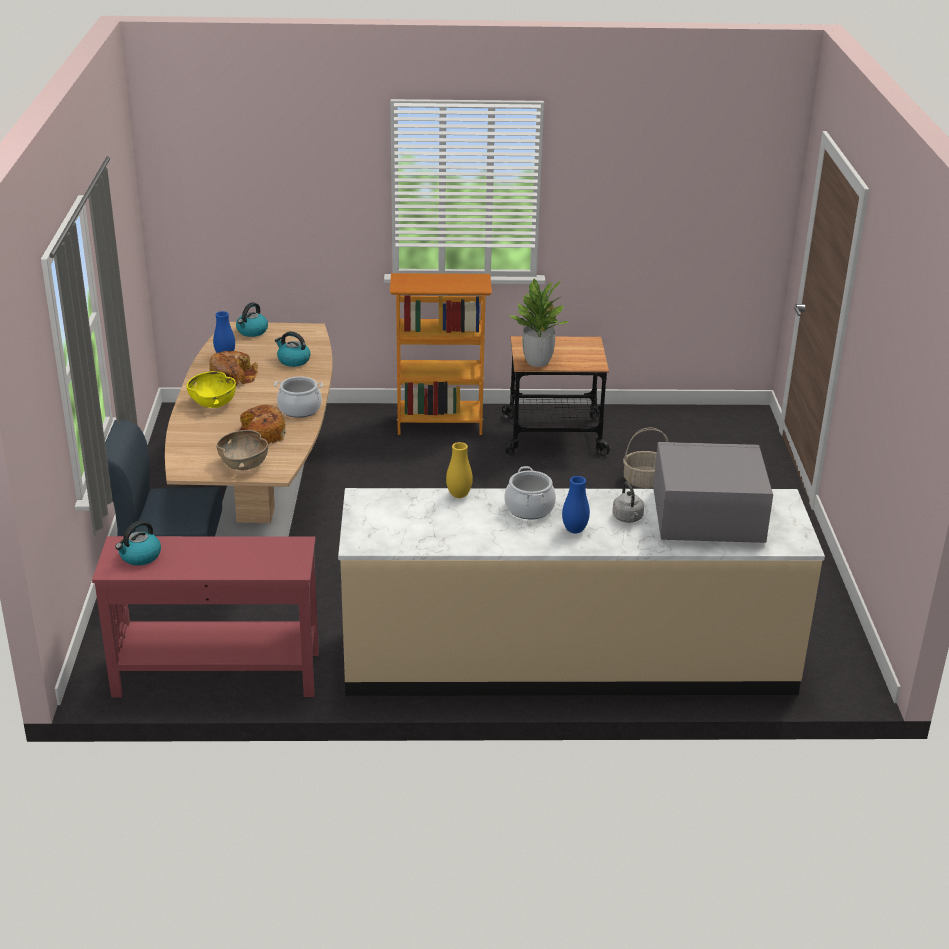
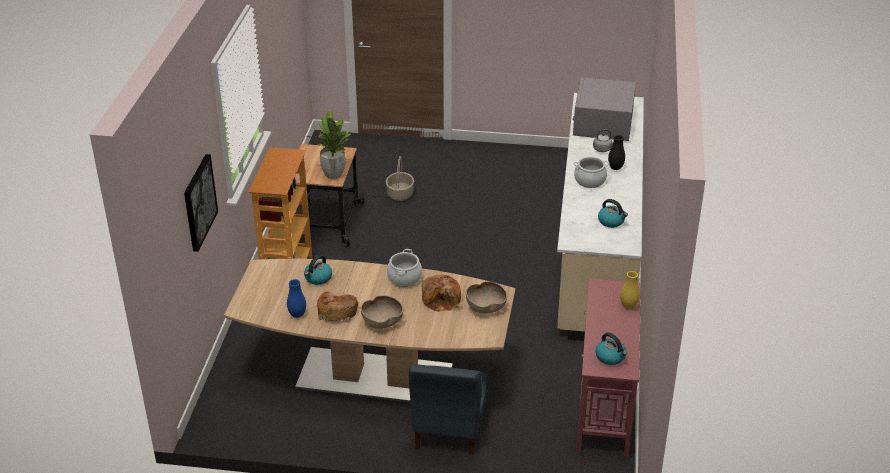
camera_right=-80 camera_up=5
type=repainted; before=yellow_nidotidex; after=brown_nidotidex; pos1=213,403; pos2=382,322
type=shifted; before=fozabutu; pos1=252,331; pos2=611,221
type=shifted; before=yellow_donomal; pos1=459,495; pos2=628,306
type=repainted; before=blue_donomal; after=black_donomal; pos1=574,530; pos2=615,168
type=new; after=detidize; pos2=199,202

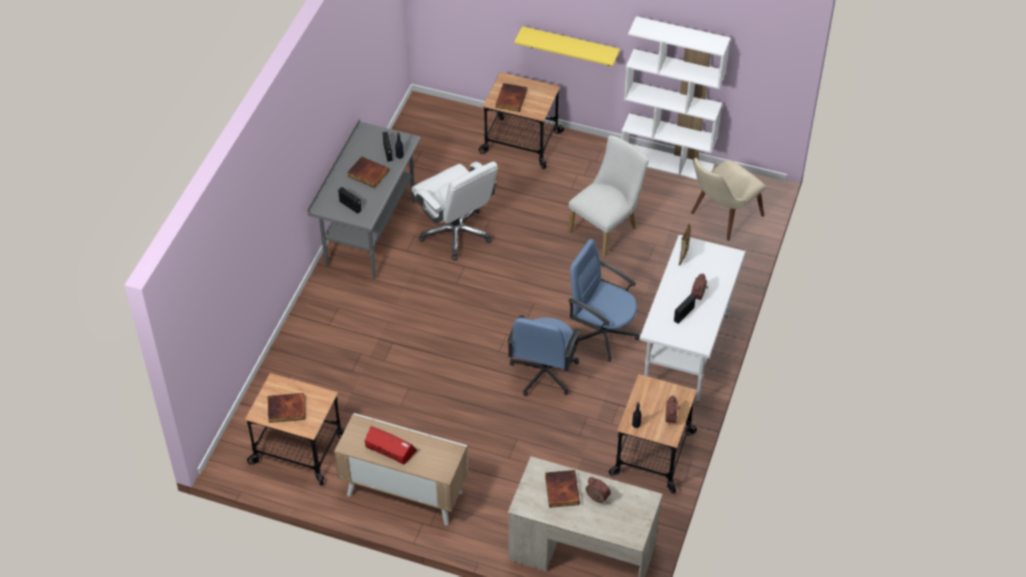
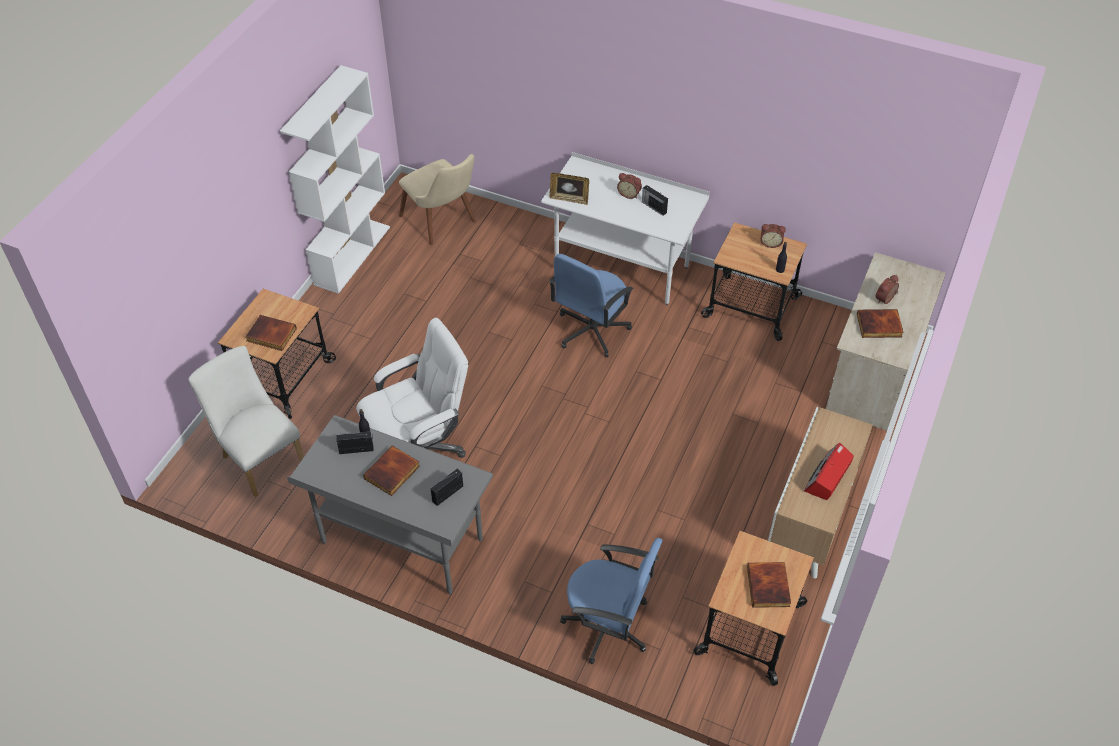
camera_right=-85 camera_up=0
type=shifted; before=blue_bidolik; pos1=543,373; pos2=608,625
type=gone; before=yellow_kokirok; pos1=570,46
type=shifted; before=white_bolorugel; pos1=607,228; pos2=259,457

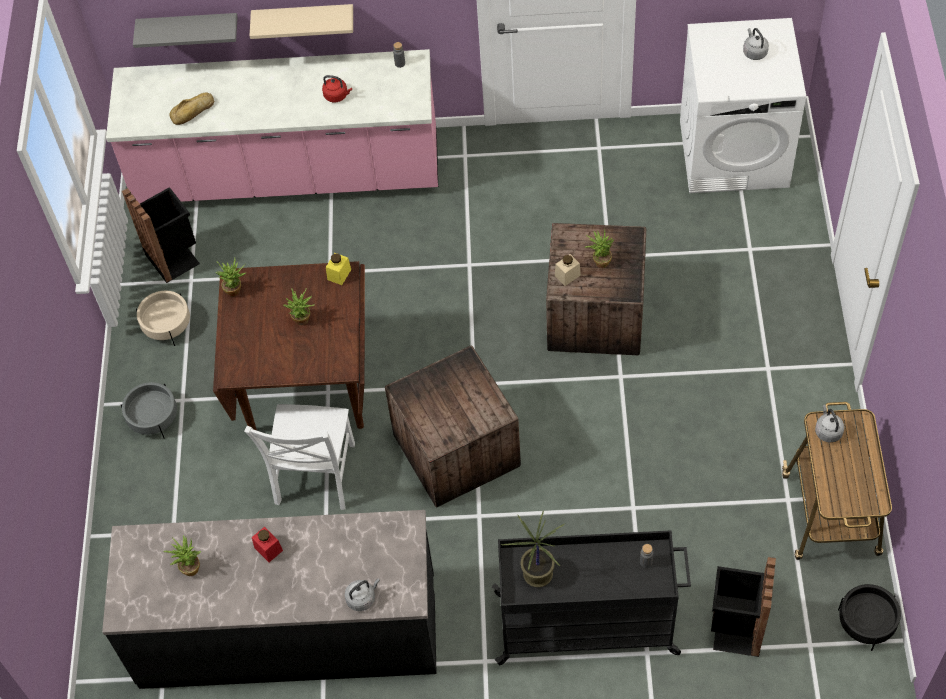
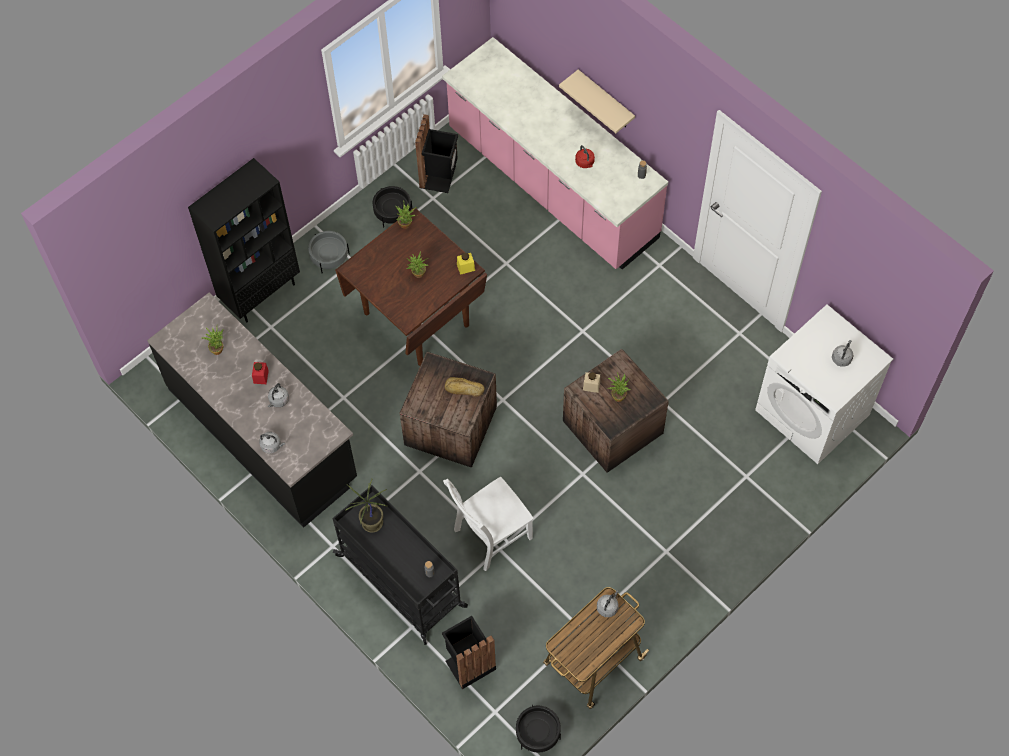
camera_right=45 camera_up=5
type=gone; before=grey_kokirok; pos1=189,28
type=repainted; before=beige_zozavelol; after=black_zozavelol; pos1=167,325; pos2=392,212
type=shifted; before=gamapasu; pos1=193,112; pos2=464,389
type=shifted; before=white_bolorugel; pos1=314,477; pos2=490,536
type=new; after=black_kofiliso; pos2=261,293
type=new; after=grey_fozabutu; pos2=278,401

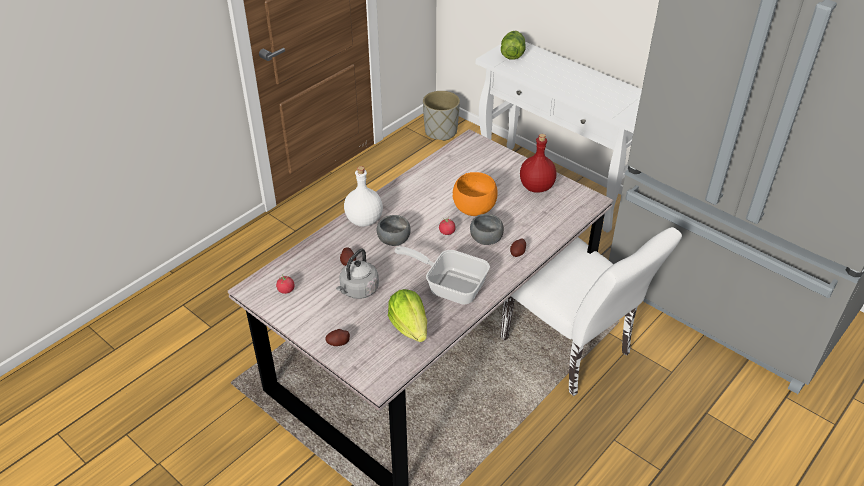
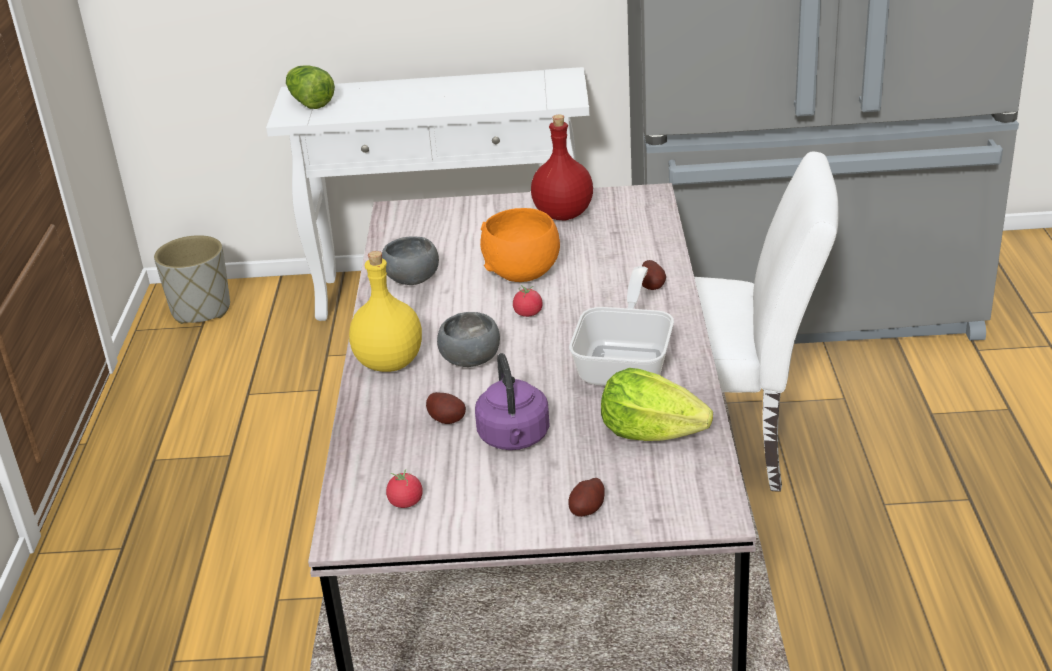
camera_right=-40 camera_up=-10
type=repainted; before=grey_fozabutu; after=purple_fozabutu; pos1=358,290; pos2=514,439
type=repainted; before=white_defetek; after=yellow_defetek; pos1=364,221; pos2=390,363
type=rotated; before=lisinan; pos1=450,286; pos2=627,362; turn=120
type=shifted; before=grey_nidotidex; pos1=485,240; pos2=412,280

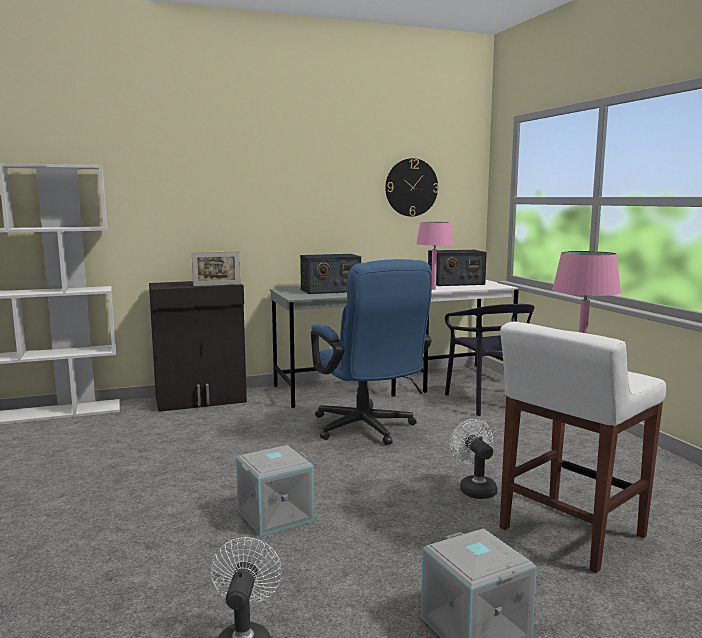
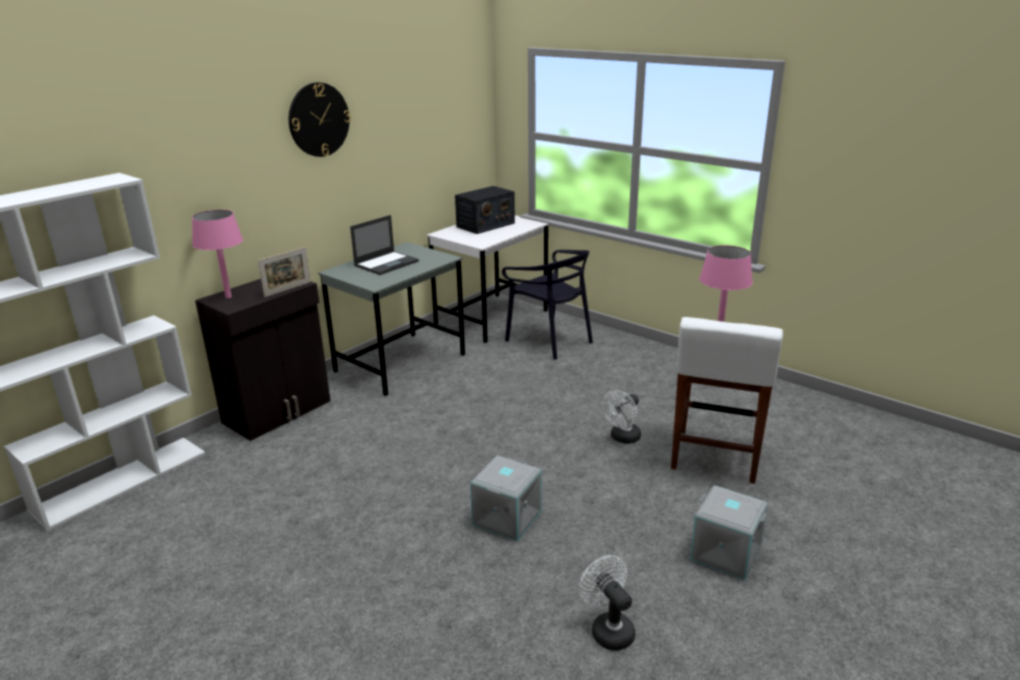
camera_right=-30 camera_up=15
type=swapped; before=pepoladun; after=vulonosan; pos1=330,290; pos2=387,263
type=gone; before=blue_bidolik; pos1=367,430
type=shifted; before=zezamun; pos1=411,187; pos2=318,120
type=shifted; before=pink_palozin; pos1=433,289; pos2=228,297
type=rotated; before=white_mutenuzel; pos1=474,488; pos2=622,438; turn=-90

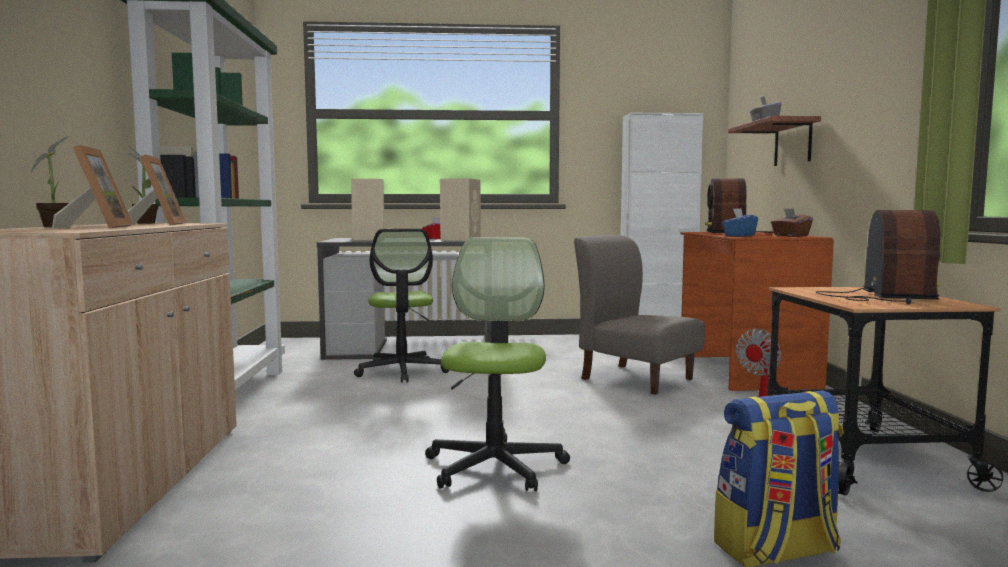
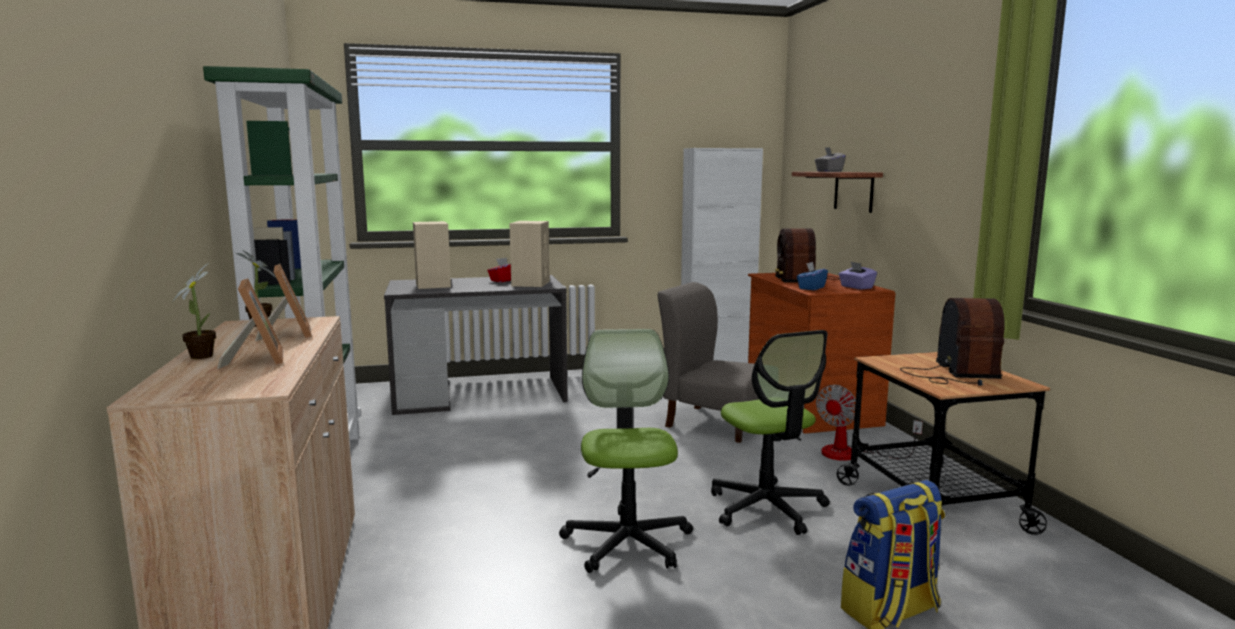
camera_right=-10 camera_up=5
type=shifted; before=bidolik; pos1=402,371; pos2=767,508
type=repainted; before=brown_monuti; after=purple_monuti; pos1=790,236; pos2=856,287

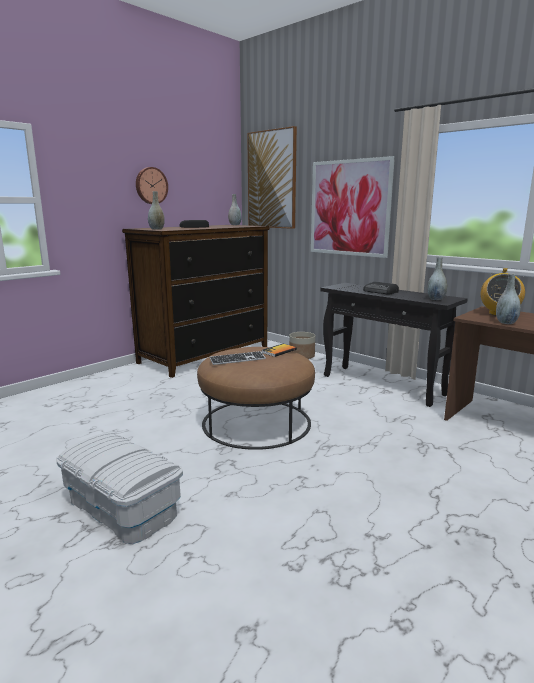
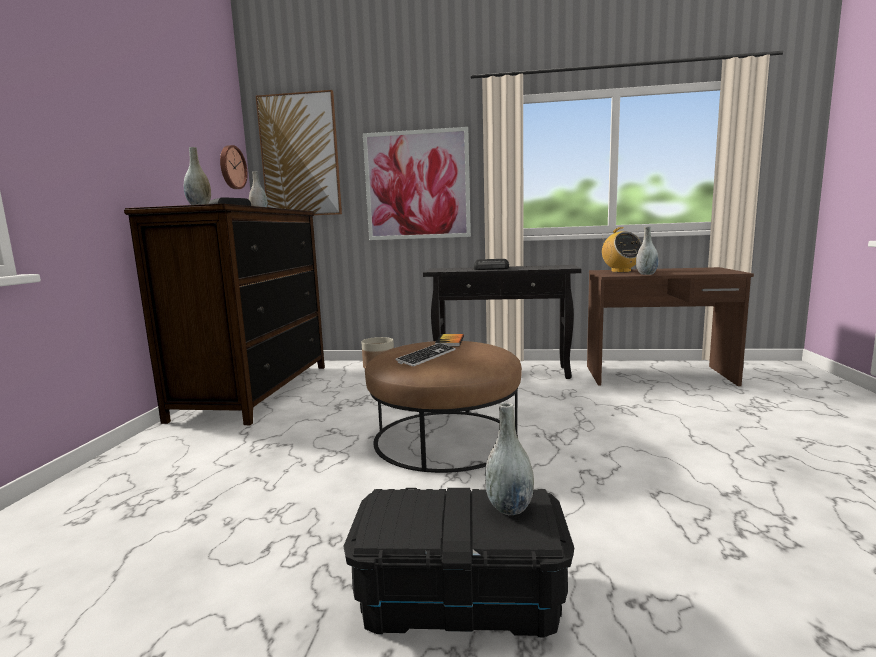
camera_right=-35 camera_up=-5
type=repainted; before=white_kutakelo; after=black_kutakelo; pos1=121,508; pos2=460,598
type=shifted; before=zezamun; pos1=151,185; pos2=231,167
type=shifted; before=grey_donomal; pos1=436,299; pos2=509,508

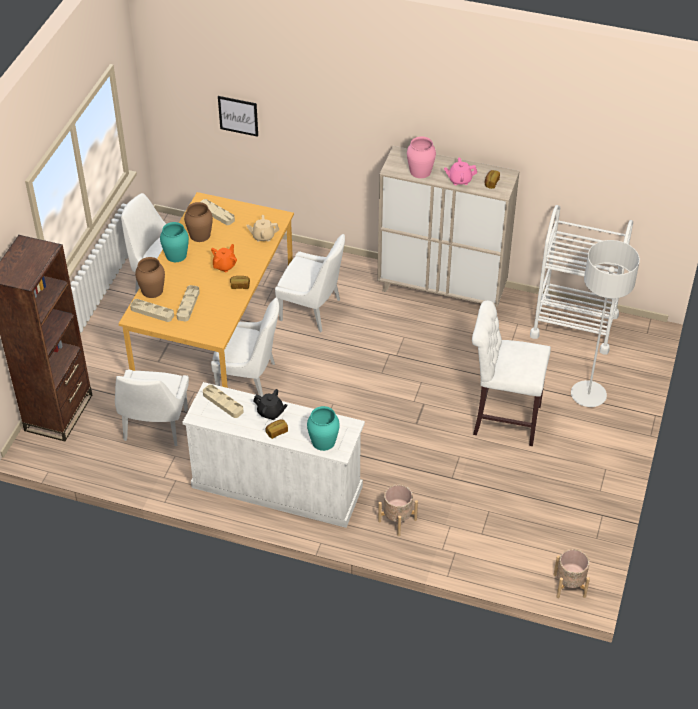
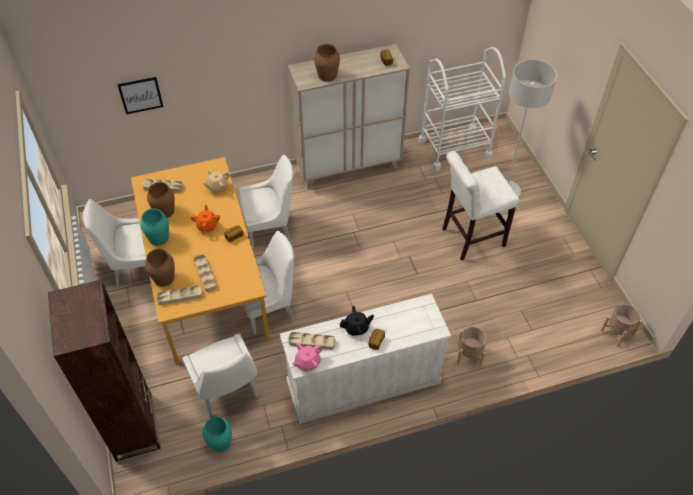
camera_right=-35 camera_up=5
type=shifted; before=turquoise_donomal; pos1=323,441; pos2=220,442
type=repainted; before=pink_donomal; after=brown_donomal; pos1=420,171; pos2=327,75
type=shifted; before=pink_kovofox; pos1=459,180; pos2=307,363

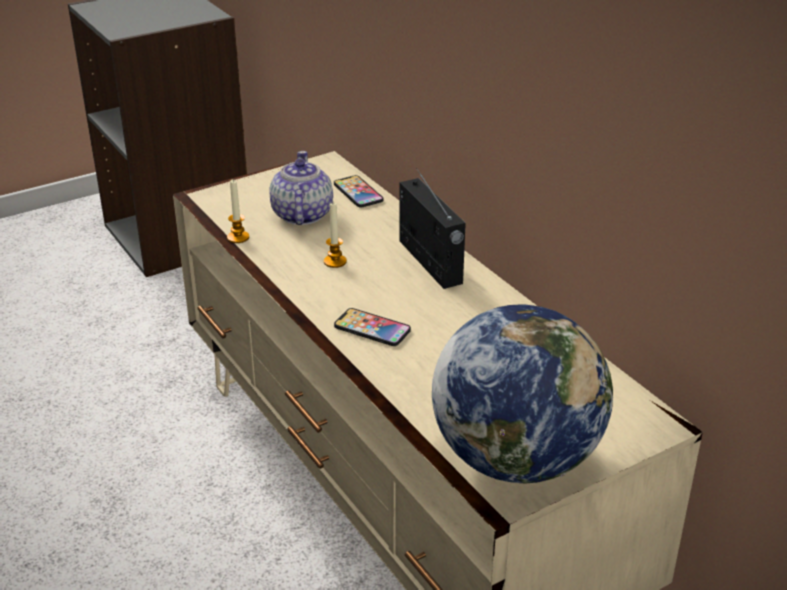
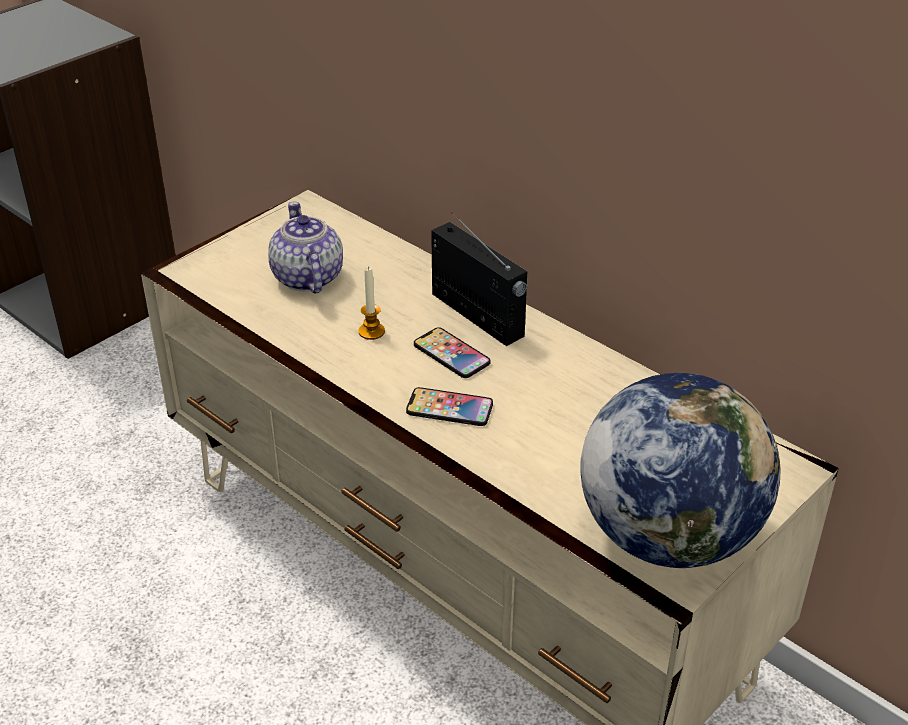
camera_right=-15 camera_up=5
type=gone; before=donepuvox; pos1=238,237
type=shifted; before=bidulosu; pos1=358,192; pos2=451,354

